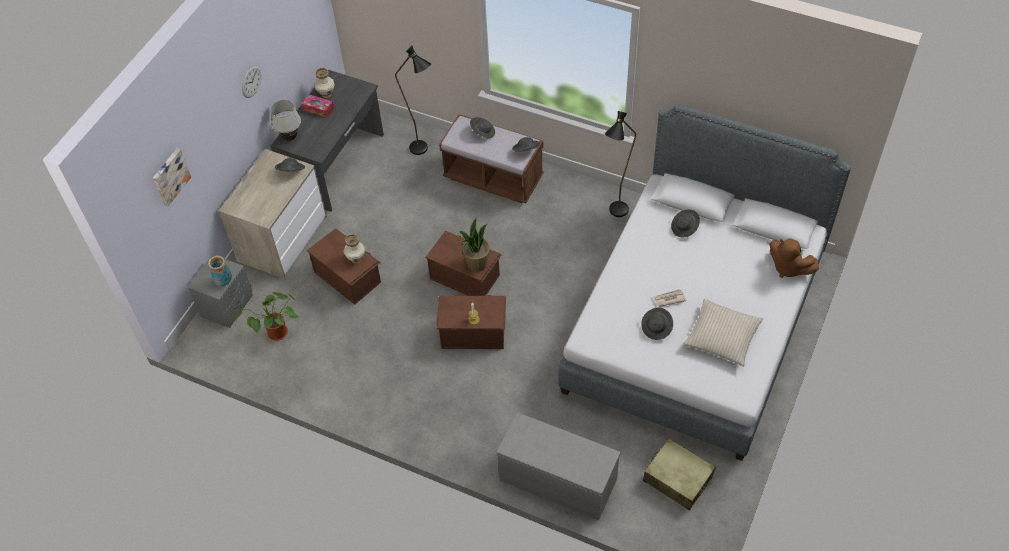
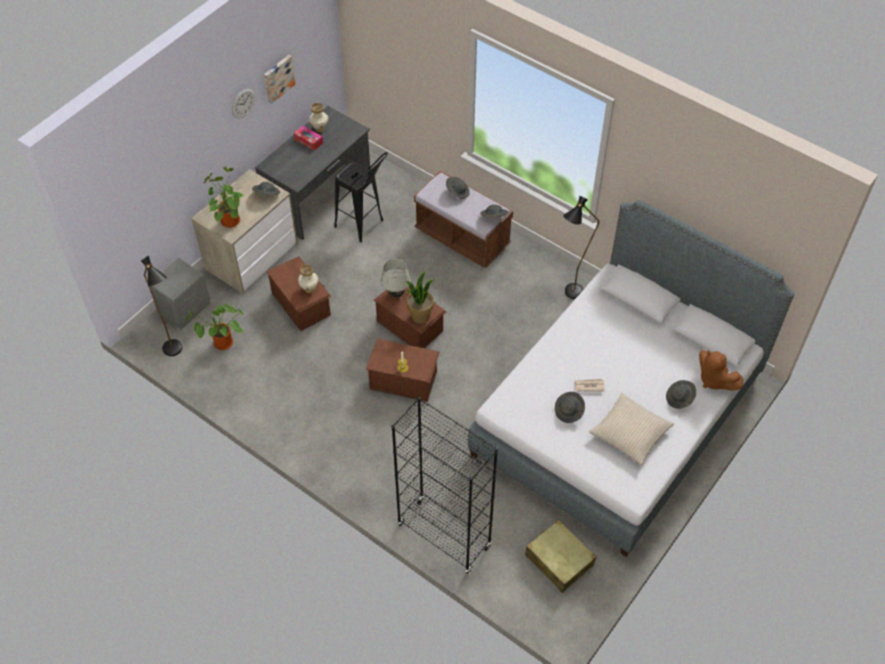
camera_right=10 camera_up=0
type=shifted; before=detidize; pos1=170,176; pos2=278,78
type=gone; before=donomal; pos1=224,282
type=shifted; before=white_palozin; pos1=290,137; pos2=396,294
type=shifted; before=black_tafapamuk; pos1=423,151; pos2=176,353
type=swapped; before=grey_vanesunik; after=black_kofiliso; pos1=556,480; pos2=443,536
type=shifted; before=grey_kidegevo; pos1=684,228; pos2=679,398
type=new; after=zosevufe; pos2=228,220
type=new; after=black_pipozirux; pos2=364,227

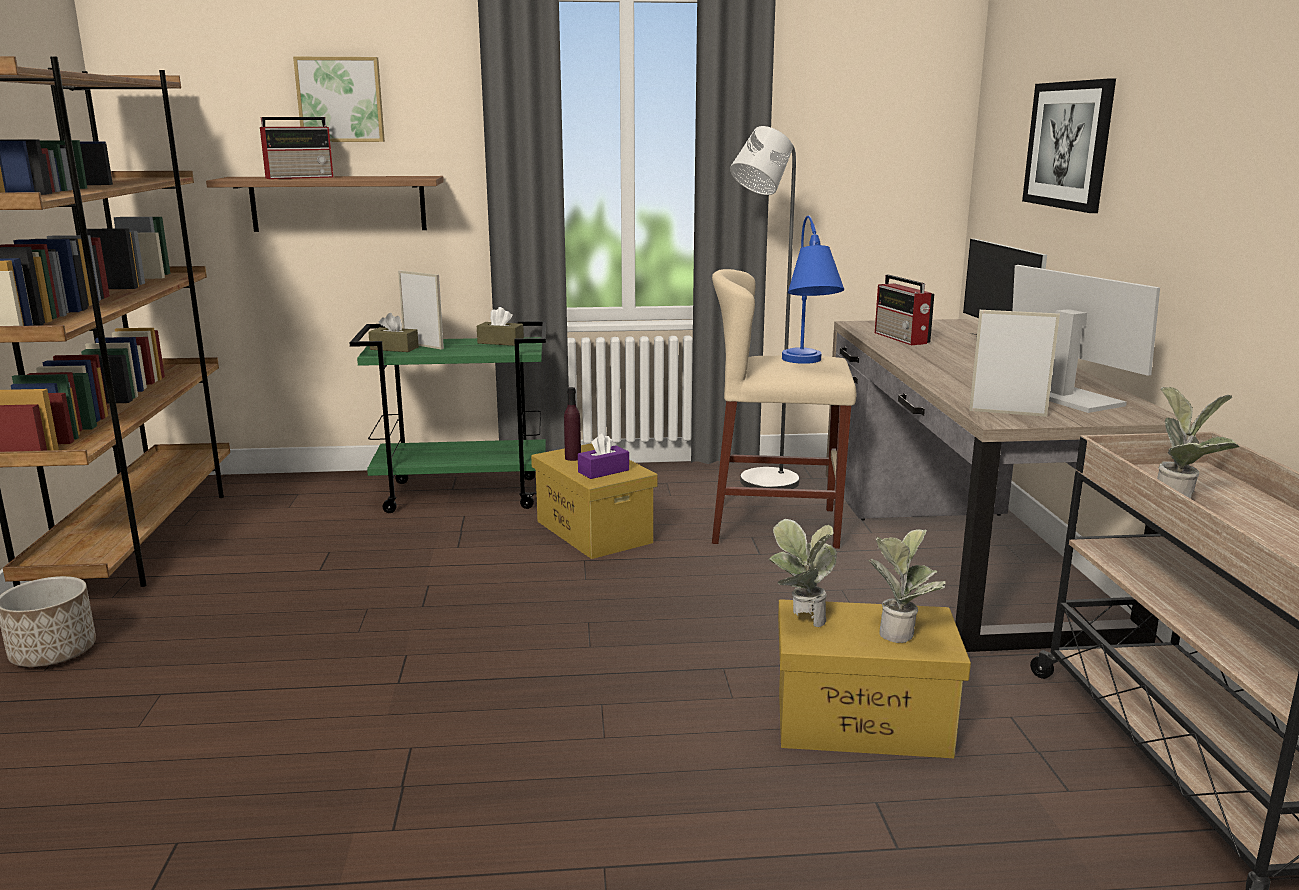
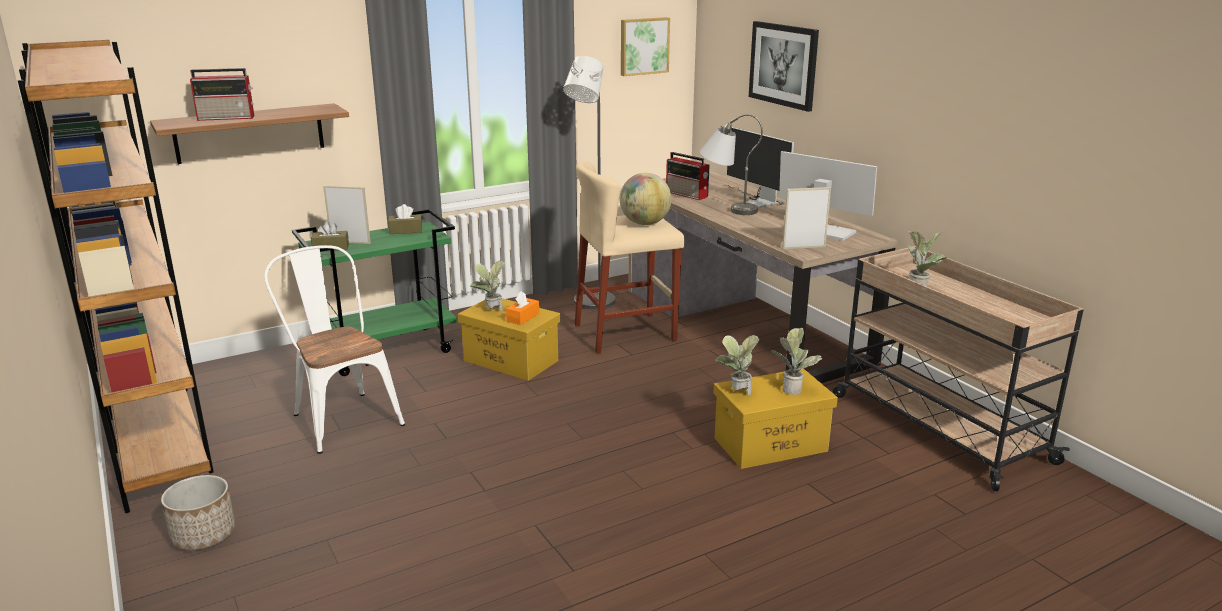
camera_right=-25 camera_up=5
type=rotated; before=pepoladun; pos1=301,177; pos2=227,117; turn=45
type=shifted; before=detidize; pos1=340,100; pos2=643,46
type=swapped; before=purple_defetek; after=zosevufe; pos1=573,458; pos2=490,311
type=repainted; before=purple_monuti; after=orange_monuti; pos1=603,471; pos2=523,317
type=swapped; before=blue_palozin; after=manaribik; pos1=806,365; pos2=644,223
type=new; after=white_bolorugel; pos2=342,417
type=new; after=grey_palozin; pos2=726,208

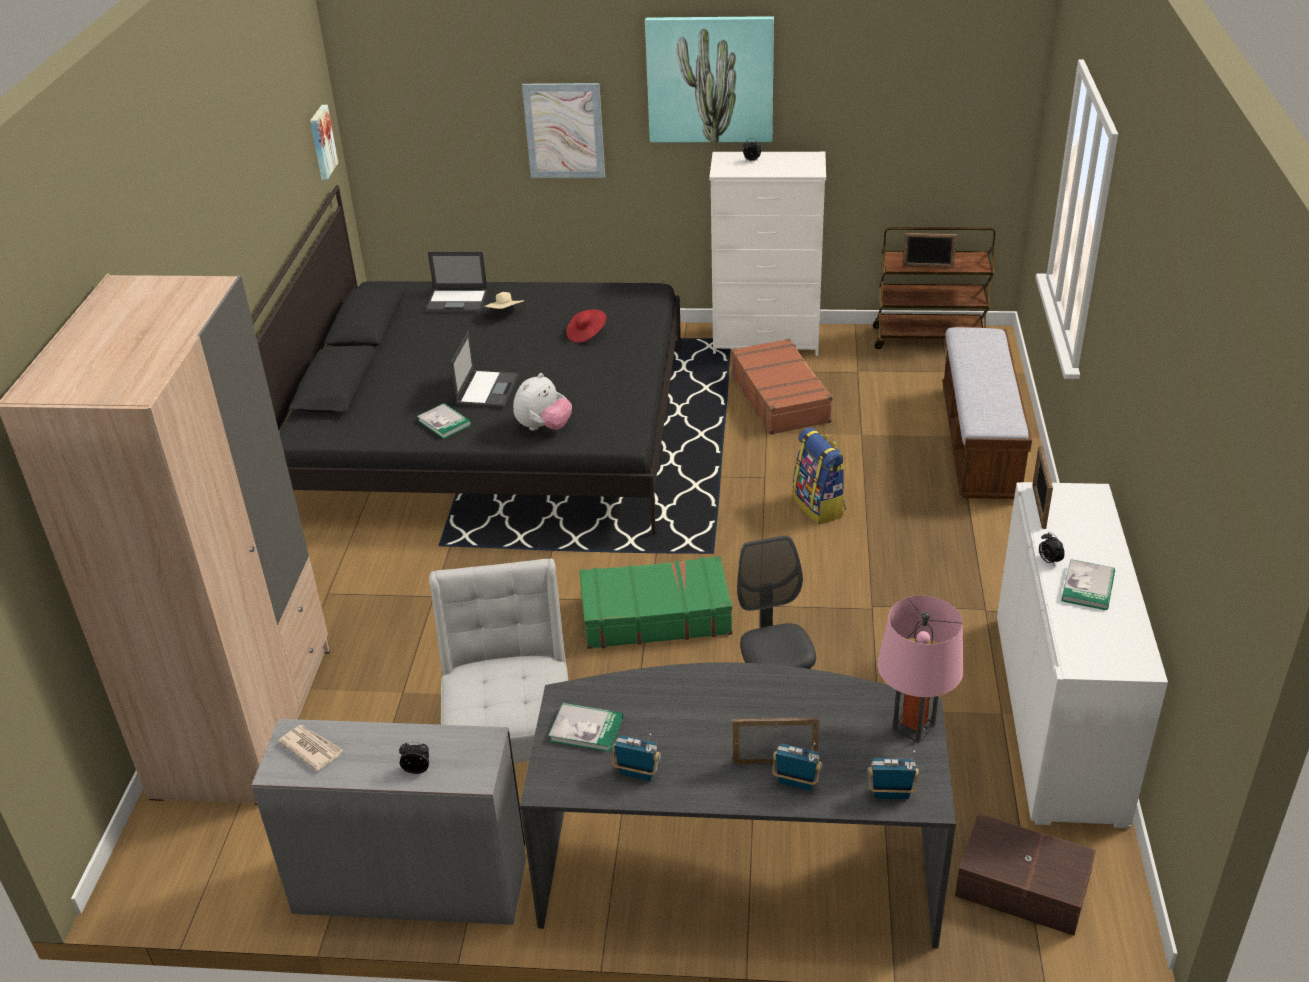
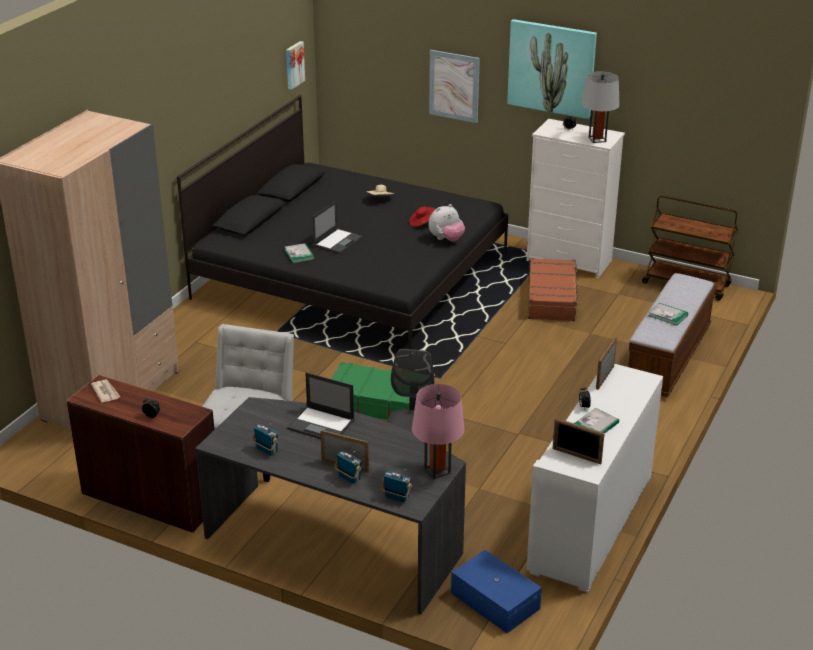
camera_right=20 camera_up=-5
type=repainted; before=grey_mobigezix; after=brown_mobigezix; pos1=411,883; pos2=151,497
type=shifted; before=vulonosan; pos1=458,301; pos2=322,425
type=shifted; before=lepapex; pos1=544,427; pos2=446,239
type=shifted; before=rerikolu; pos1=586,729; pos2=668,315
type=gone; before=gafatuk; pos1=819,506
type=shifted; before=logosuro; pos1=928,266; pos2=576,456
type=repainted; before=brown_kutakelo; after=blue_kutakelo; pos1=1021,885; pos2=495,600
type=new; after=grey_palozin; pos2=597,139

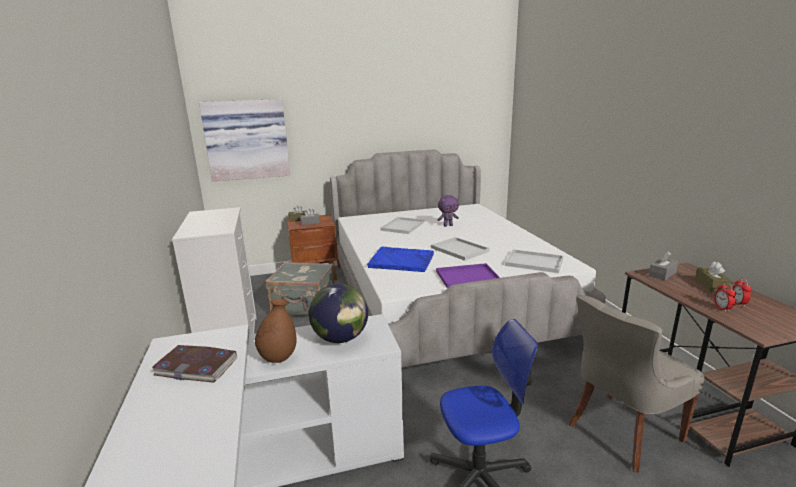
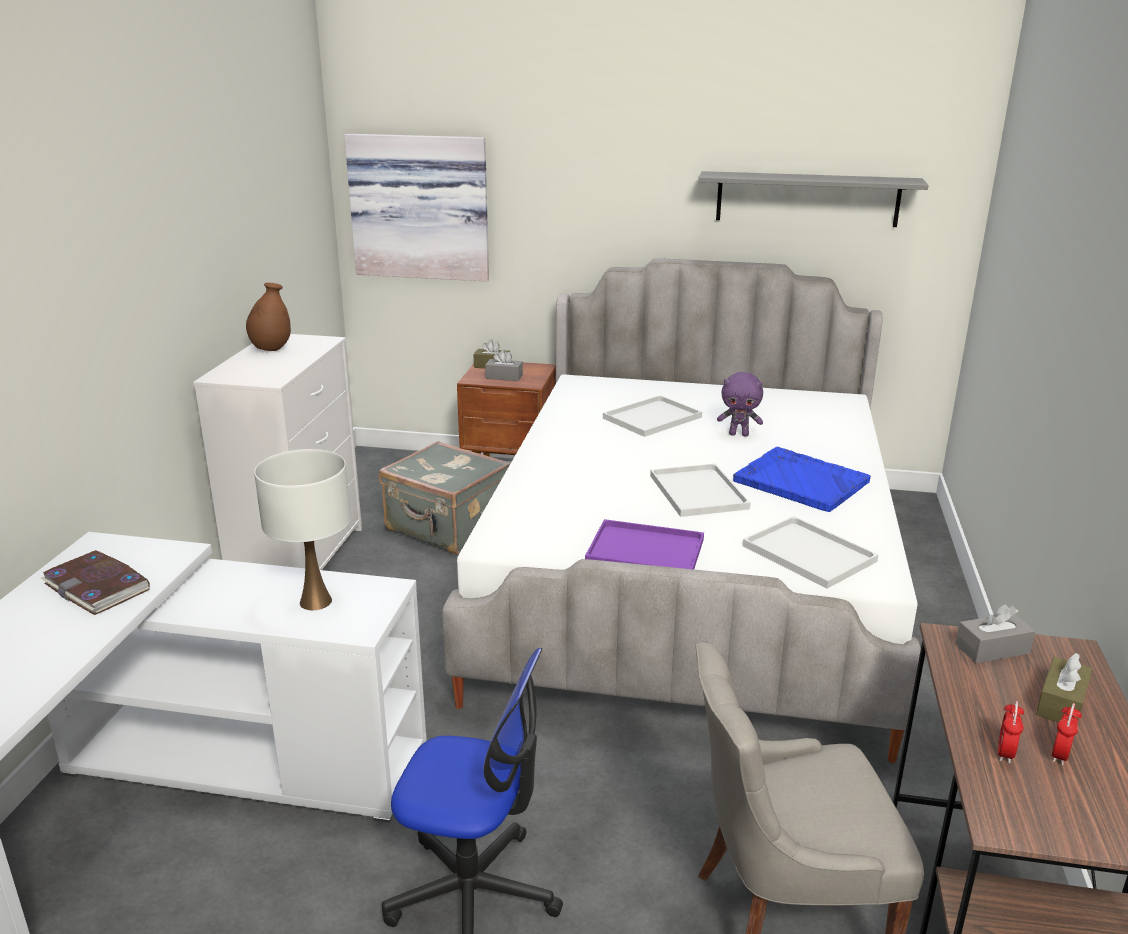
camera_right=25 camera_up=5
type=shifted; before=brown_donomal; pos1=278,358; pos2=271,349
type=swapped; before=manaribik; after=white_palozin; pos1=341,338; pos2=316,602
type=shifted; before=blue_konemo; pos1=401,260; pos2=800,481
type=new; after=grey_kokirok; pos2=807,199

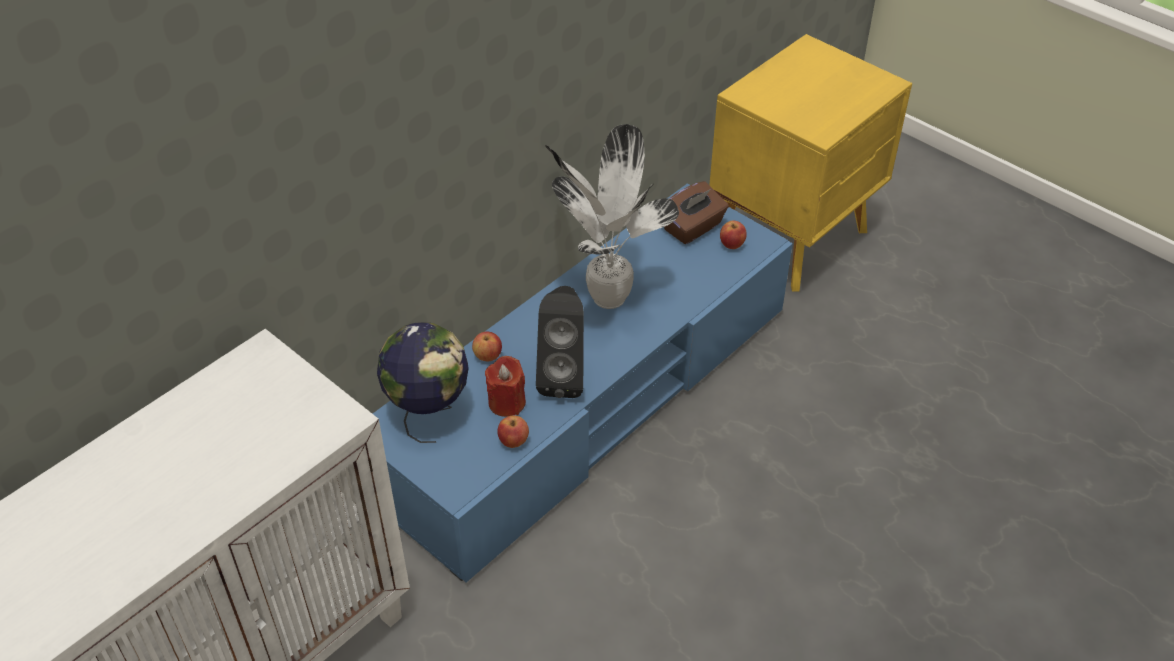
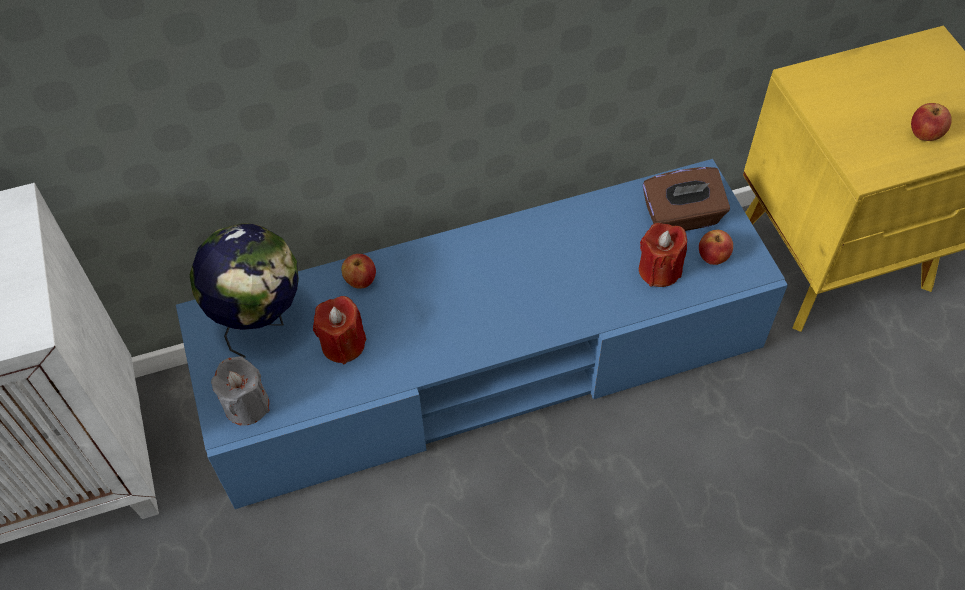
camera_right=30 camera_up=10
type=shifted; before=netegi; pos1=513,441; pos2=924,135
type=gone; before=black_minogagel; pos1=563,376
type=gone; before=zosevufe; pos1=605,299
type=new; after=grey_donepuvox; pos2=246,405
type=new; after=red_donepuvox; pos2=659,270

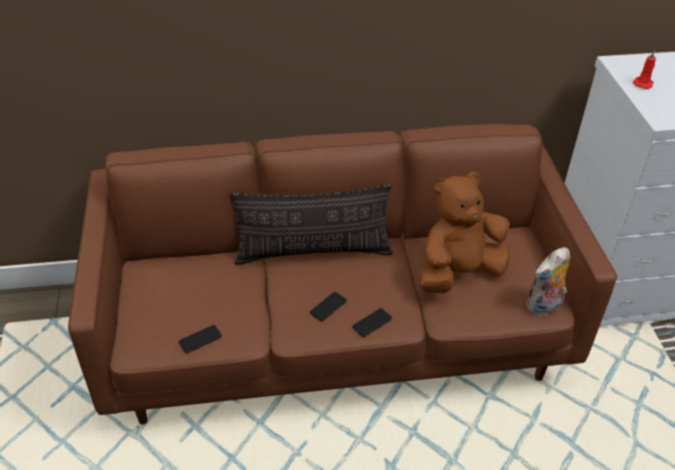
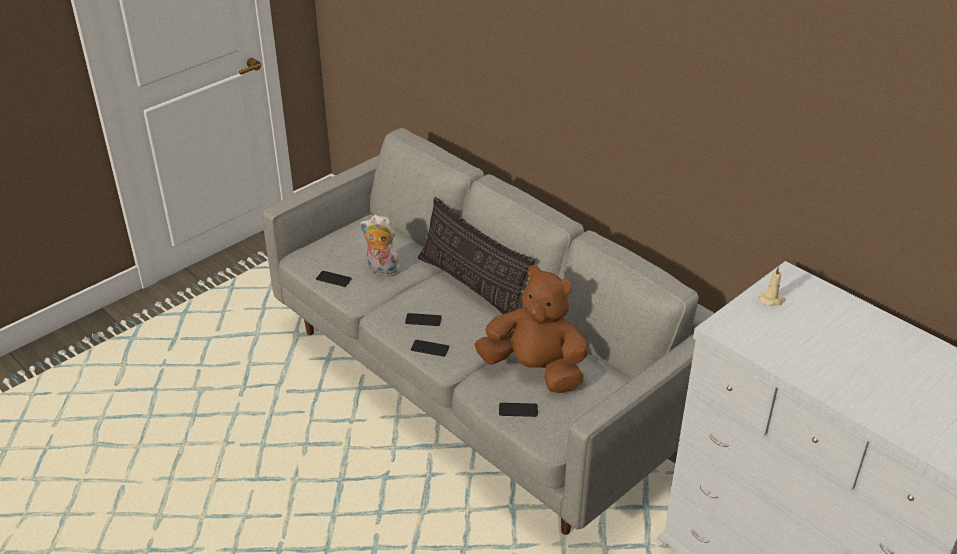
camera_right=55 camera_up=-5
type=repainted; before=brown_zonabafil; after=grey_zonabafil; pos1=336,337; pos2=481,387
type=shifted; before=lepapex; pos1=544,307; pos2=381,270
type=repainted; before=red_donepuvox; after=beige_donepuvox; pos1=643,83; pos2=772,300
type=new; after=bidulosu; pos2=518,410

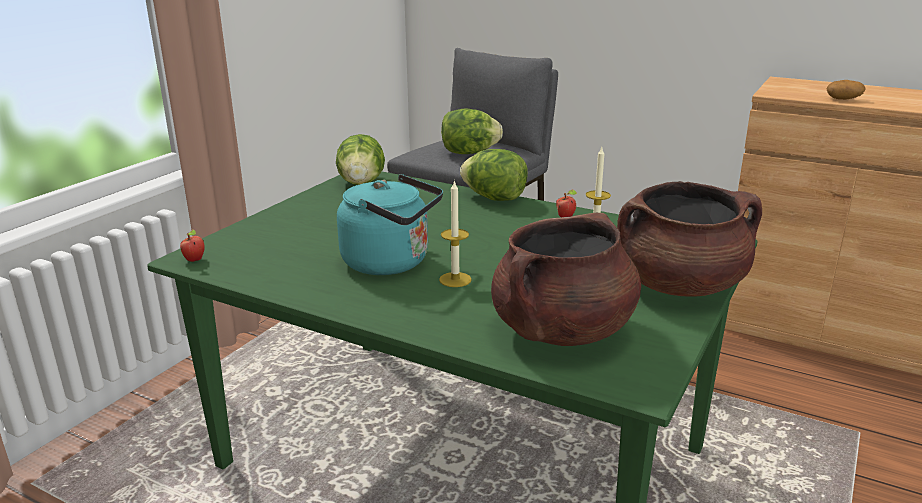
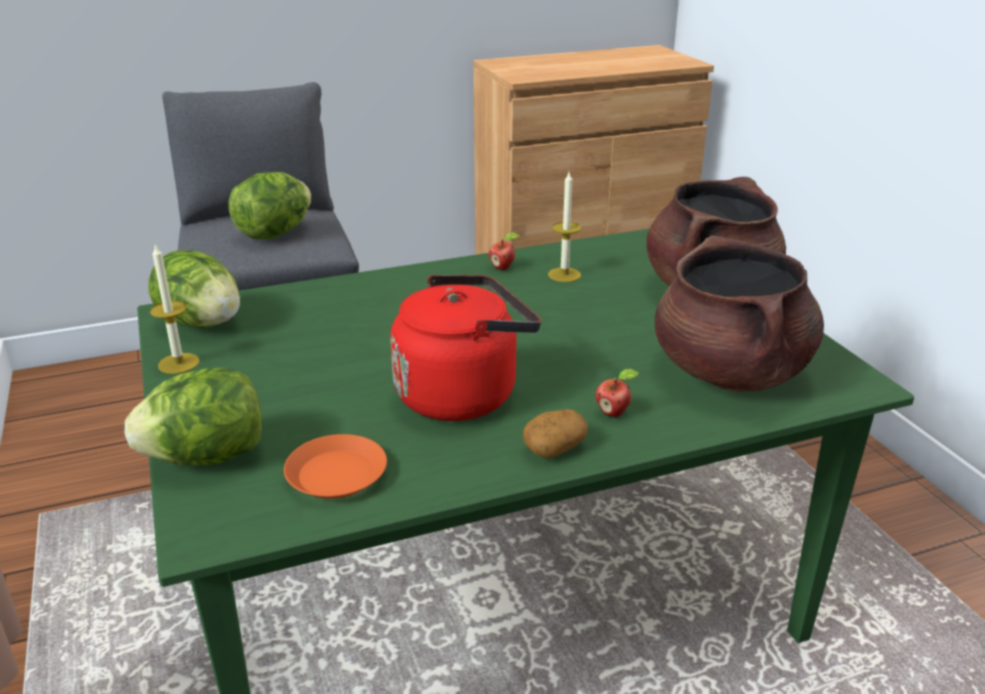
camera_right=-50 camera_up=5
type=shifted; before=netegi; pos1=195,260; pos2=614,412
type=repainted; before=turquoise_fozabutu; after=red_fozabutu; pos1=391,263; pos2=462,394
type=shifted; before=donepuvox; pos1=455,279; pos2=179,363
type=shifted; before=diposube; pos1=494,198; pos2=207,457
type=shifted; before=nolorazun; pos1=843,99; pos2=554,447
type=new; after=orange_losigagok; pos2=337,474

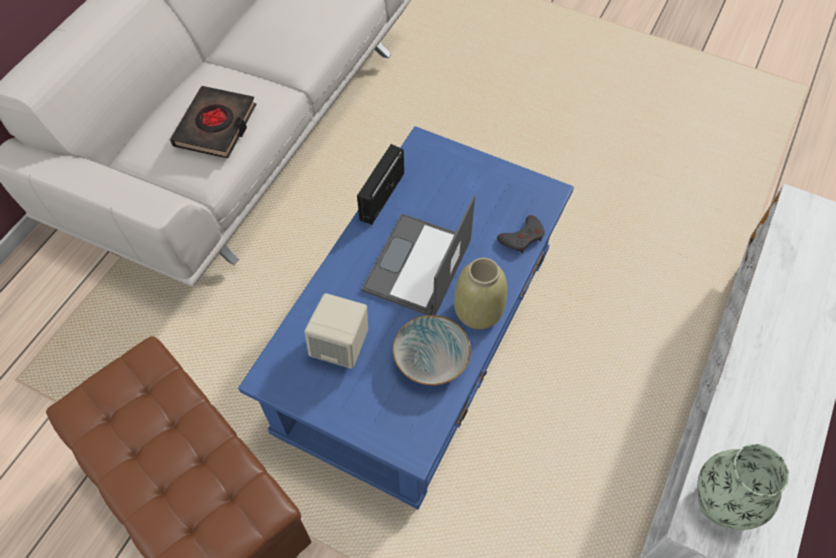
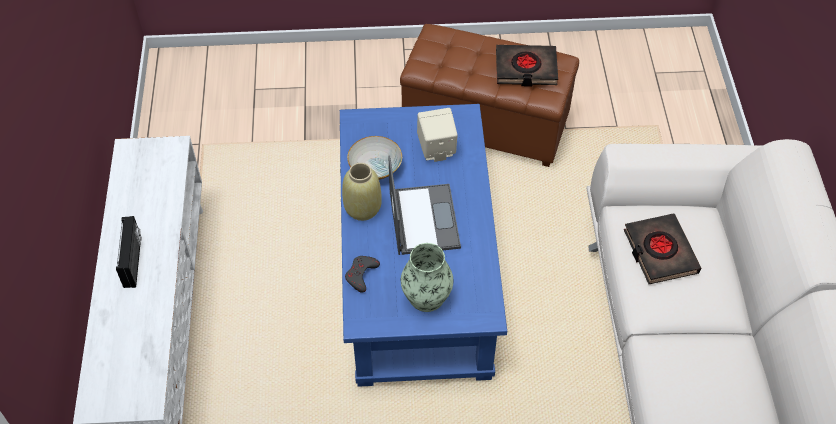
camera_right=150 camera_up=-5
type=shifted; before=pepoladun; pos1=380,196; pos2=134,261
type=shifted; before=donomal; pos1=723,501; pos2=426,296
type=new; after=black_rerikolu; pos2=526,69

